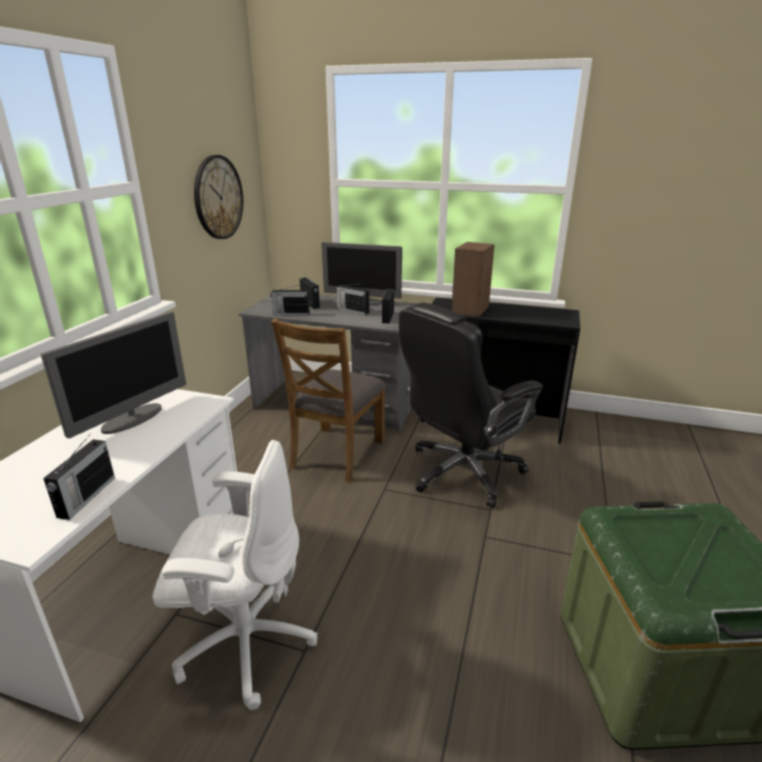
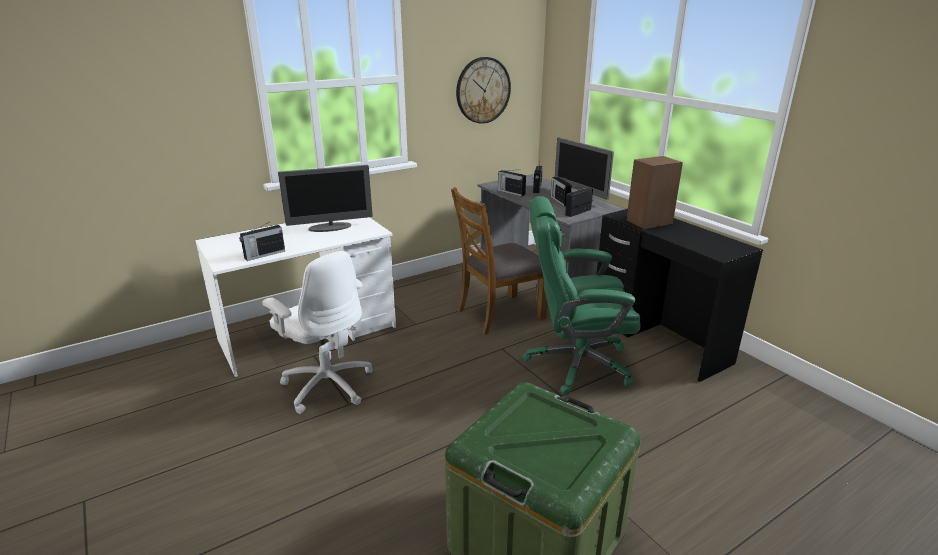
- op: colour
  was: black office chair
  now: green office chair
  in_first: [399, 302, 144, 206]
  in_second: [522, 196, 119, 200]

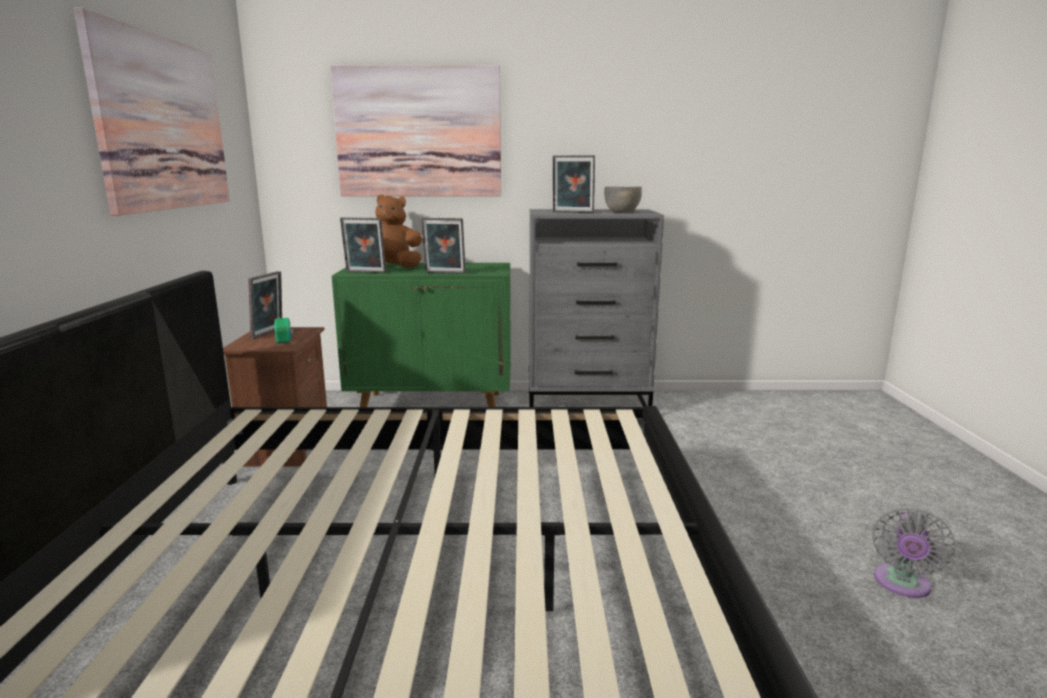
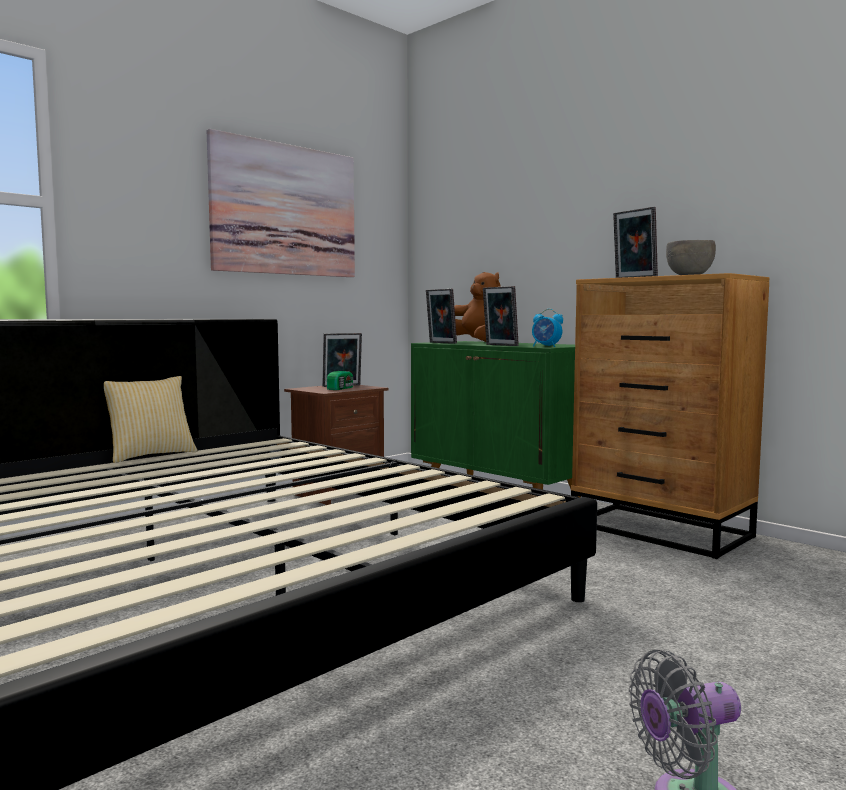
- op: appeared
  now: pillow
  in_second: [104, 376, 93, 87]
- op: appeared
  now: alarm clock
  in_second: [532, 309, 31, 38]
- op: colour
  was: grey dresser
  now: brown dresser
  in_first: [529, 209, 135, 198]
  in_second: [571, 273, 198, 286]
- op: missing
  was: picture
  in_first: [330, 65, 171, 131]

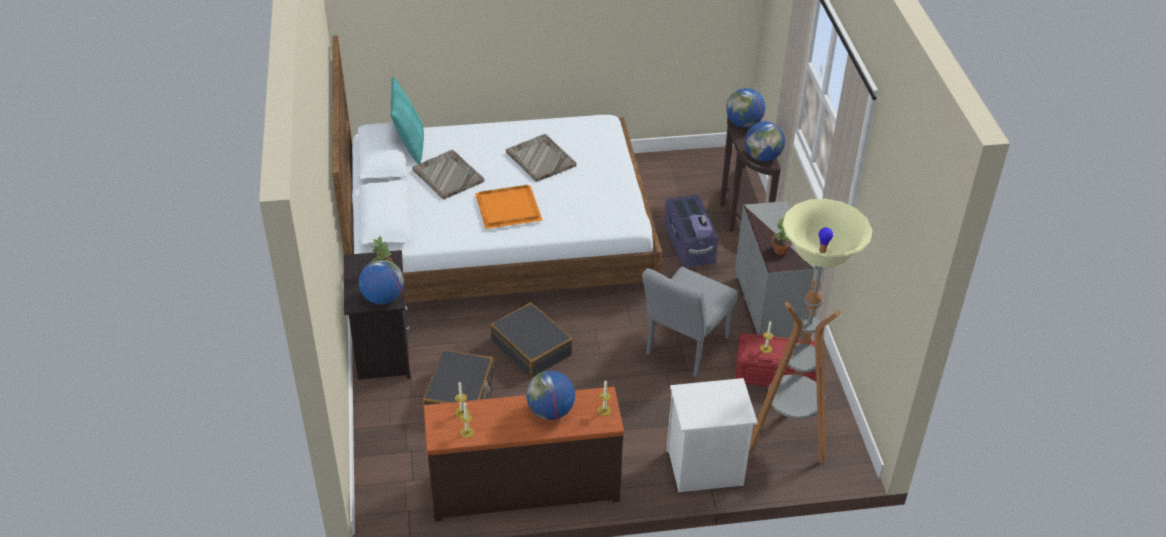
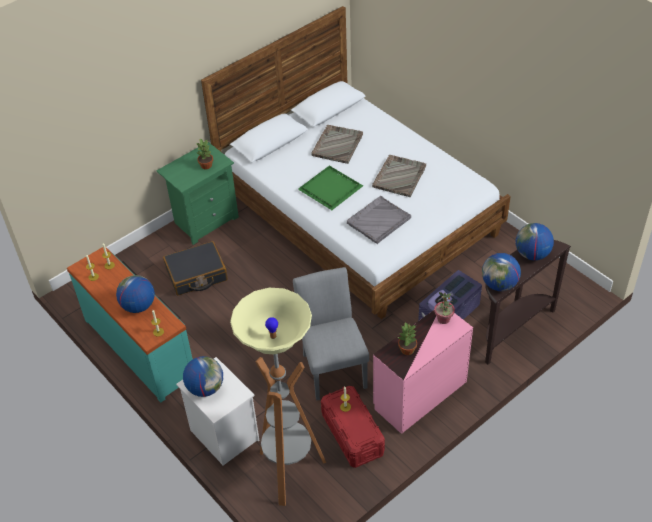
- op: colour
  was: brown dresser
  now: turquoise dresser
  in_first: [424, 387, 200, 135]
  in_second: [67, 247, 126, 155]
- op: colour
  was: black nightstand
  now: green nightstand
  in_first: [344, 250, 66, 130]
  in_second: [156, 142, 83, 103]
- op: relocated
  was: globe
  in_first: [359, 260, 45, 45]
  in_second: [183, 356, 40, 41]
- op: spun
  was: grey chair
  in_first: [642, 267, 96, 110]
  in_second: [293, 267, 76, 134]
  clockwise: 75
- op: colour
  was: orange tray
  now: green tray
  in_first: [475, 185, 68, 44]
  in_second: [298, 166, 65, 44]
- op: appeared
  now: grey tray
  in_second: [347, 196, 64, 48]
- op: colour
  was: grey dresser
  now: pink dresser
  in_first: [735, 201, 80, 138]
  in_second: [373, 310, 100, 124]
- op: appeared
  now: potted plant
  in_second: [434, 292, 21, 32]
- op: missing
  was: turquoise pillow
  in_first: [390, 77, 34, 87]
- op: missing
  was: black suitcase
  in_first: [490, 303, 83, 74]

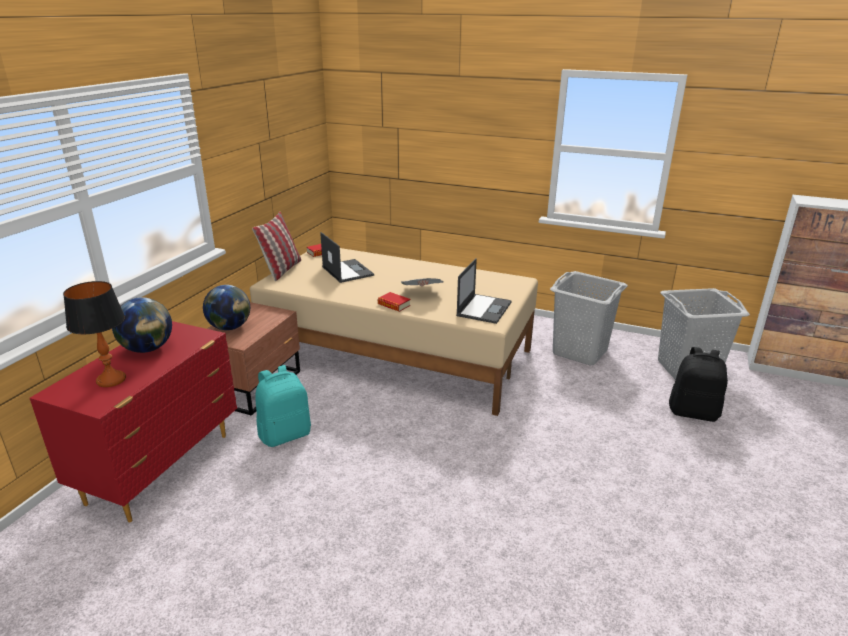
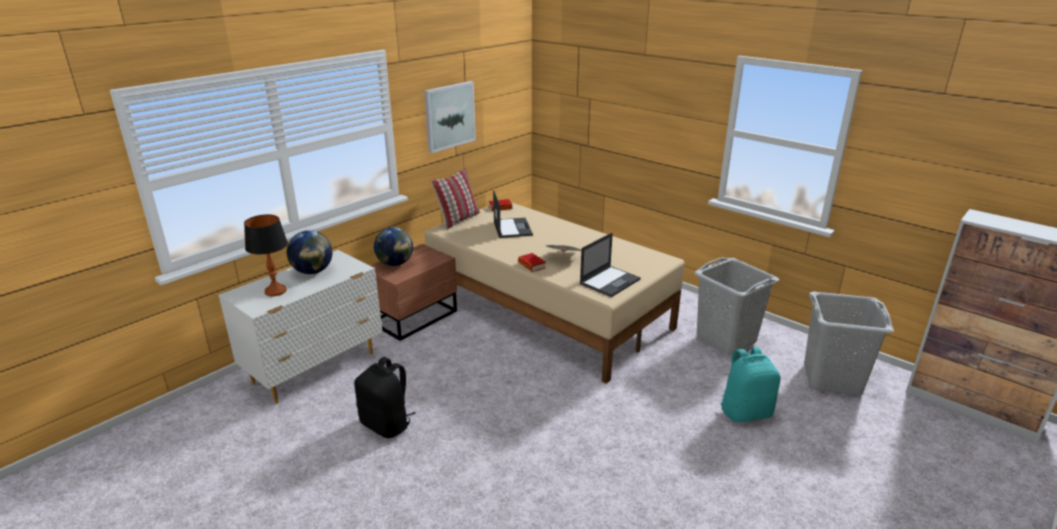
- op: colour
  was: red dresser
  now: white dresser
  in_first: [30, 321, 207, 201]
  in_second: [219, 250, 164, 154]
- op: relocated
  was: black backpack
  in_first: [669, 347, 59, 75]
  in_second: [354, 357, 61, 81]
- op: appeared
  now: picture
  in_second: [424, 81, 52, 72]
- op: relocated
  was: turquoise backpack
  in_first: [255, 365, 56, 82]
  in_second: [721, 347, 60, 75]

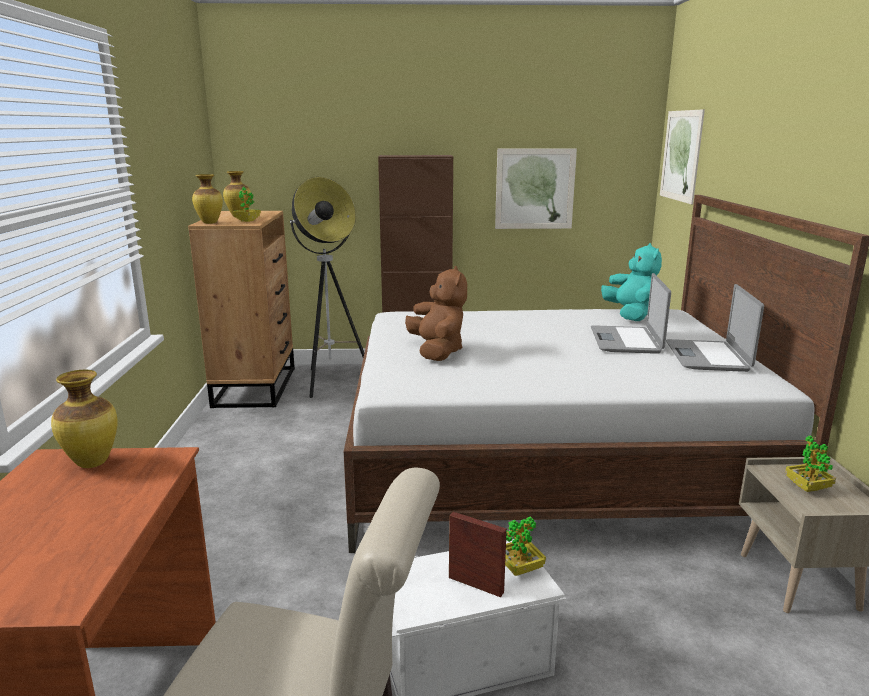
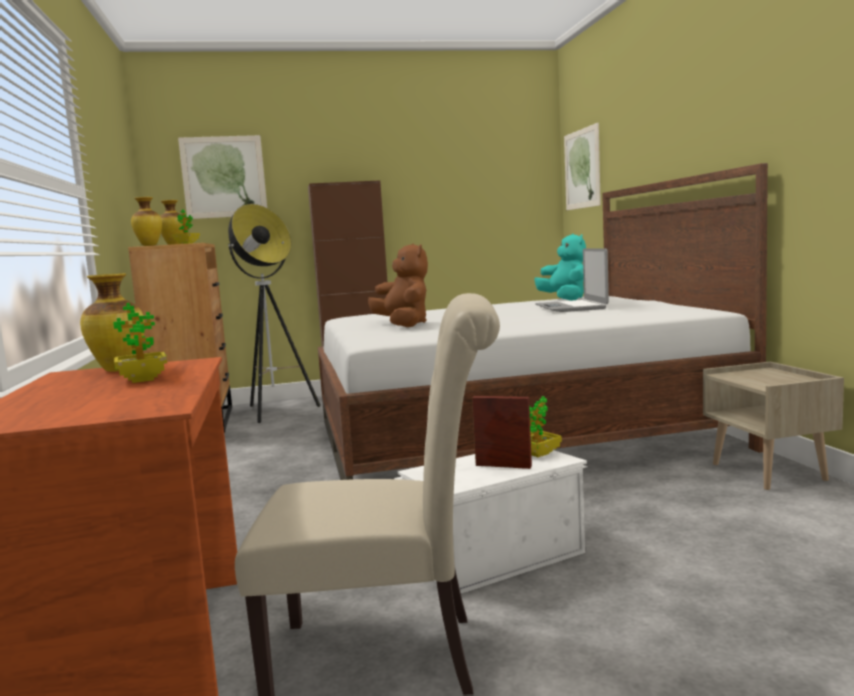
- op: relocated
  was: potted plant
  in_first: [785, 436, 51, 56]
  in_second: [113, 303, 54, 80]
- op: relocated
  was: picture
  in_first: [495, 149, 82, 80]
  in_second: [178, 135, 89, 84]
- op: missing
  was: laptop
  in_first: [666, 284, 98, 88]

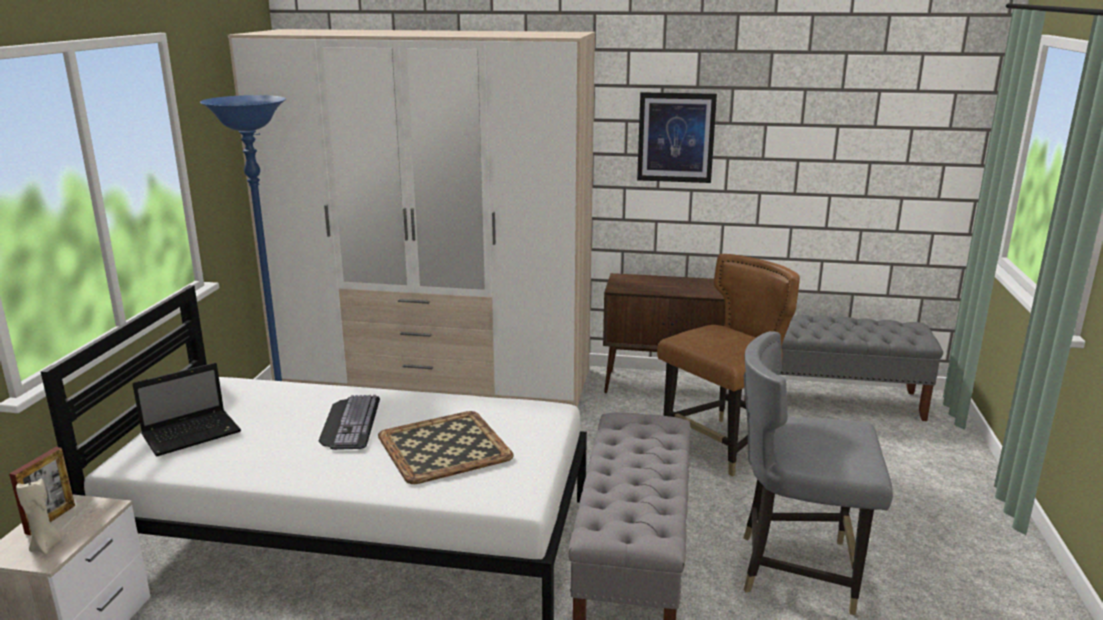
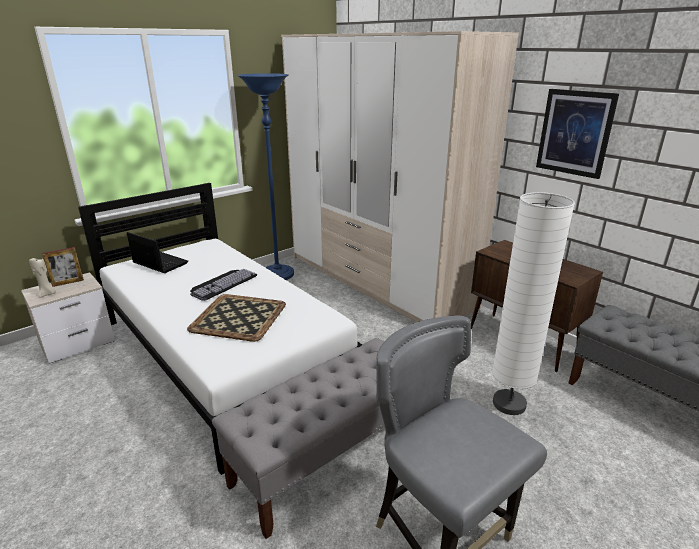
- op: spun
  was: laptop
  in_first: [132, 363, 109, 94]
  in_second: [126, 232, 62, 41]
  clockwise: -150
- op: exchanged
  was: brown chair
  now: white floor lamp
  in_first: [657, 254, 143, 223]
  in_second: [492, 192, 83, 223]

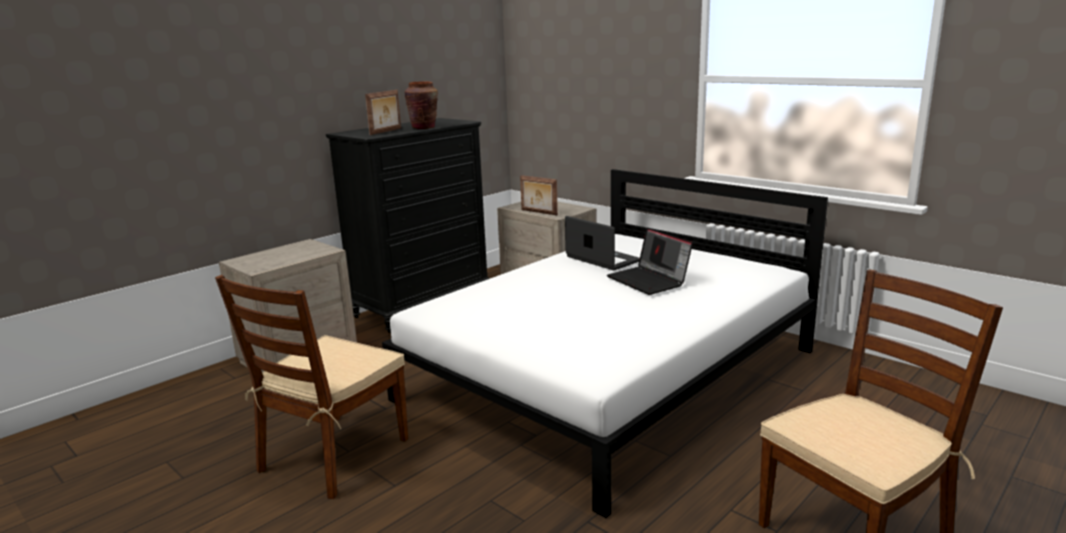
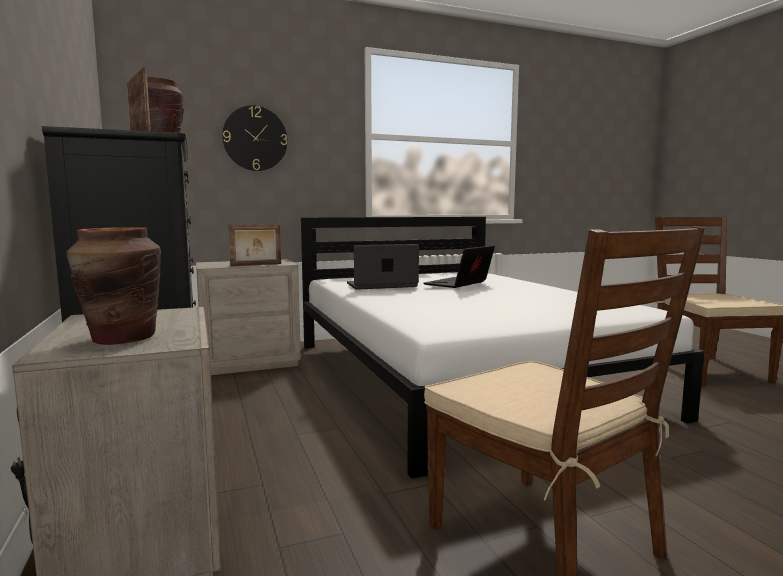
- op: appeared
  now: brown vase
  in_second: [66, 227, 95, 118]
- op: appeared
  now: wall clock
  in_second: [222, 105, 65, 66]
- op: spun
  was: laptop
  in_first: [607, 228, 86, 67]
  in_second: [424, 245, 71, 43]
  clockwise: 135

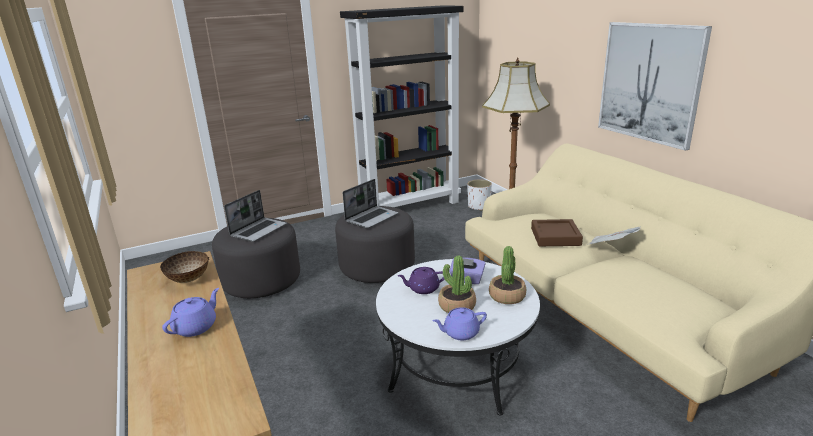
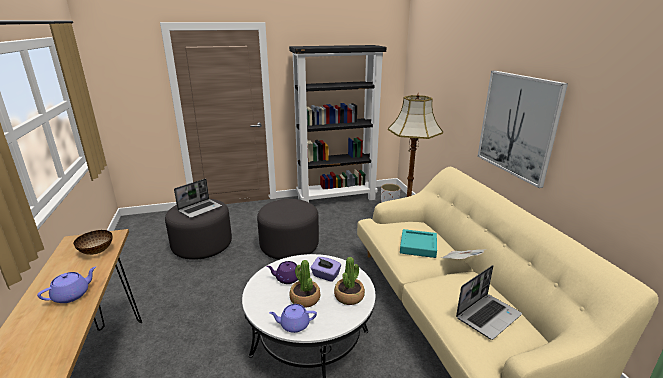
- op: colour
  was: brown tray
  now: turquoise tray
  in_first: [531, 219, 52, 27]
  in_second: [400, 229, 37, 29]
- op: relocated
  was: laptop
  in_first: [343, 179, 56, 49]
  in_second: [456, 265, 66, 75]

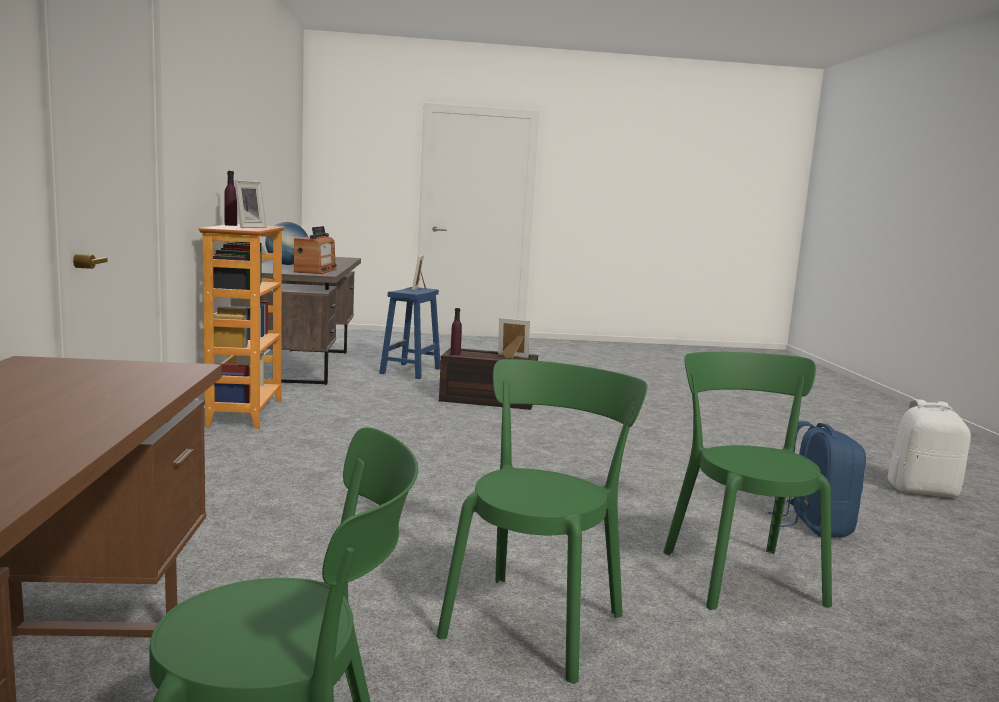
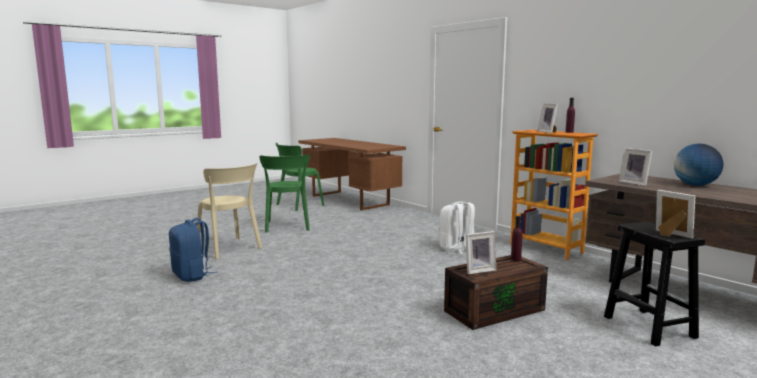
- op: colour
  was: green chair
  now: beige chair
  in_first: [664, 352, 168, 258]
  in_second: [197, 163, 65, 96]
- op: relocated
  was: white backpack
  in_first: [888, 399, 83, 99]
  in_second: [439, 201, 36, 53]
- op: colour
  was: blue stool
  now: black stool
  in_first: [379, 287, 62, 92]
  in_second: [604, 222, 101, 125]
- op: exchanged
  was: radio
  now: picture frame
  in_first: [294, 226, 43, 48]
  in_second: [618, 148, 34, 38]

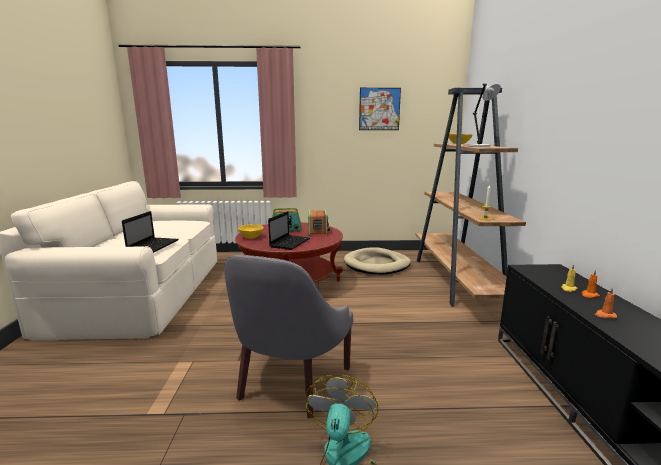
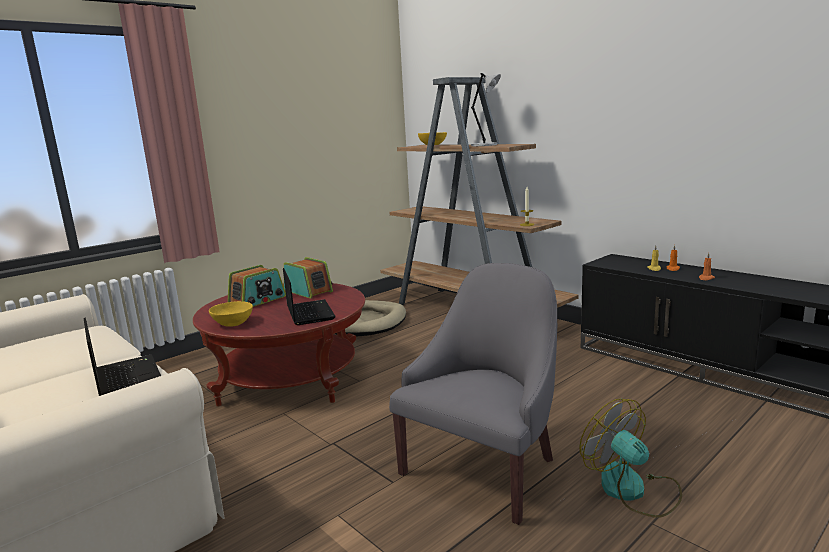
- op: spun
  was: grey armchair
  in_first: [224, 255, 129, 163]
  in_second: [389, 263, 168, 262]
  clockwise: -120
- op: missing
  was: picture
  in_first: [359, 88, 42, 42]

